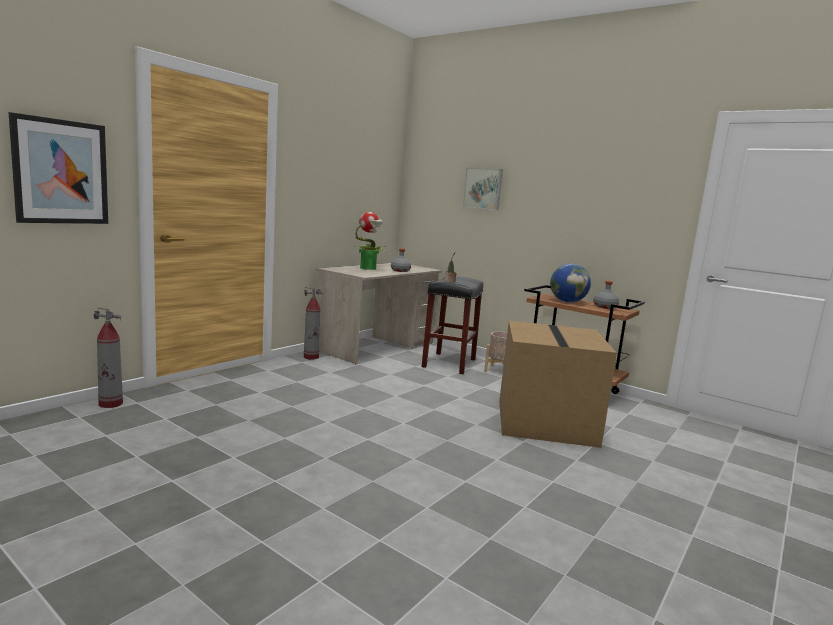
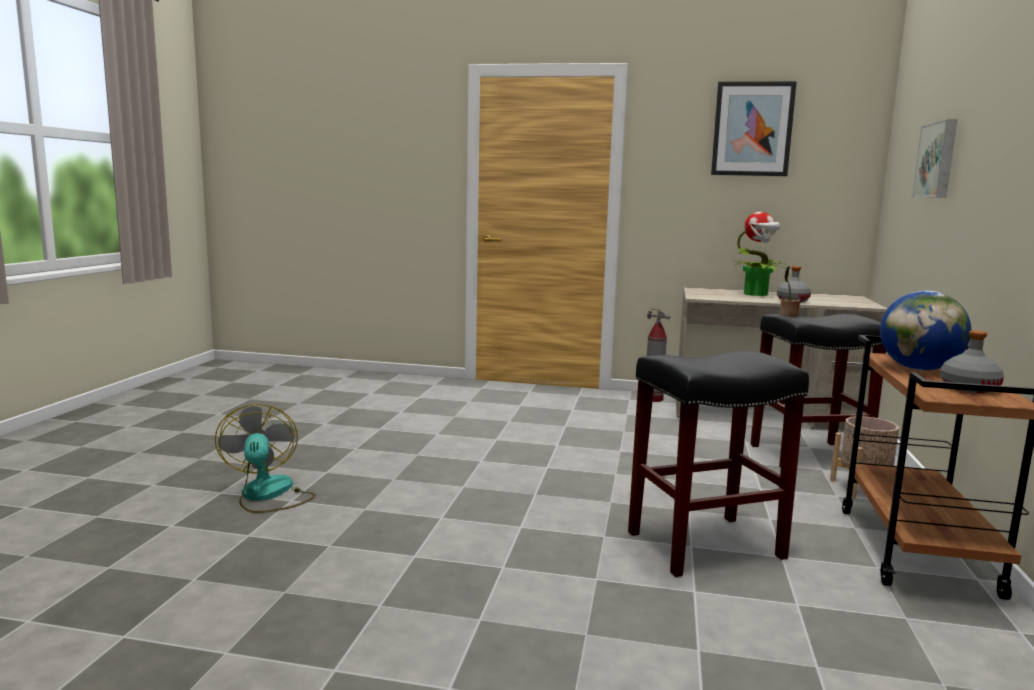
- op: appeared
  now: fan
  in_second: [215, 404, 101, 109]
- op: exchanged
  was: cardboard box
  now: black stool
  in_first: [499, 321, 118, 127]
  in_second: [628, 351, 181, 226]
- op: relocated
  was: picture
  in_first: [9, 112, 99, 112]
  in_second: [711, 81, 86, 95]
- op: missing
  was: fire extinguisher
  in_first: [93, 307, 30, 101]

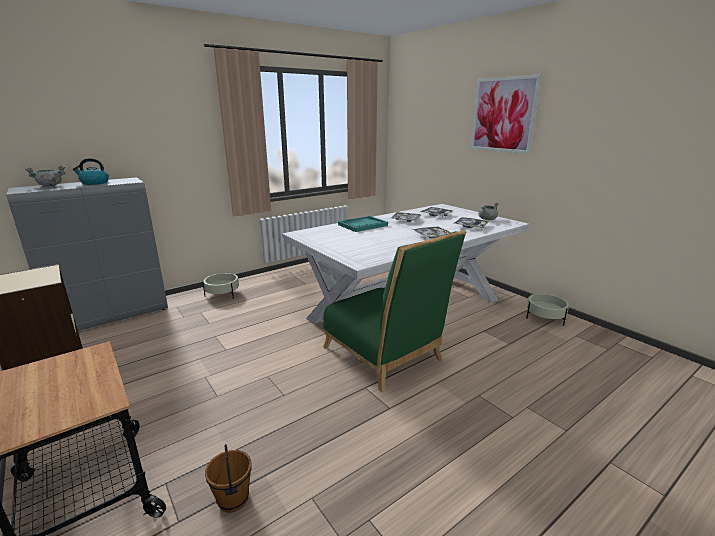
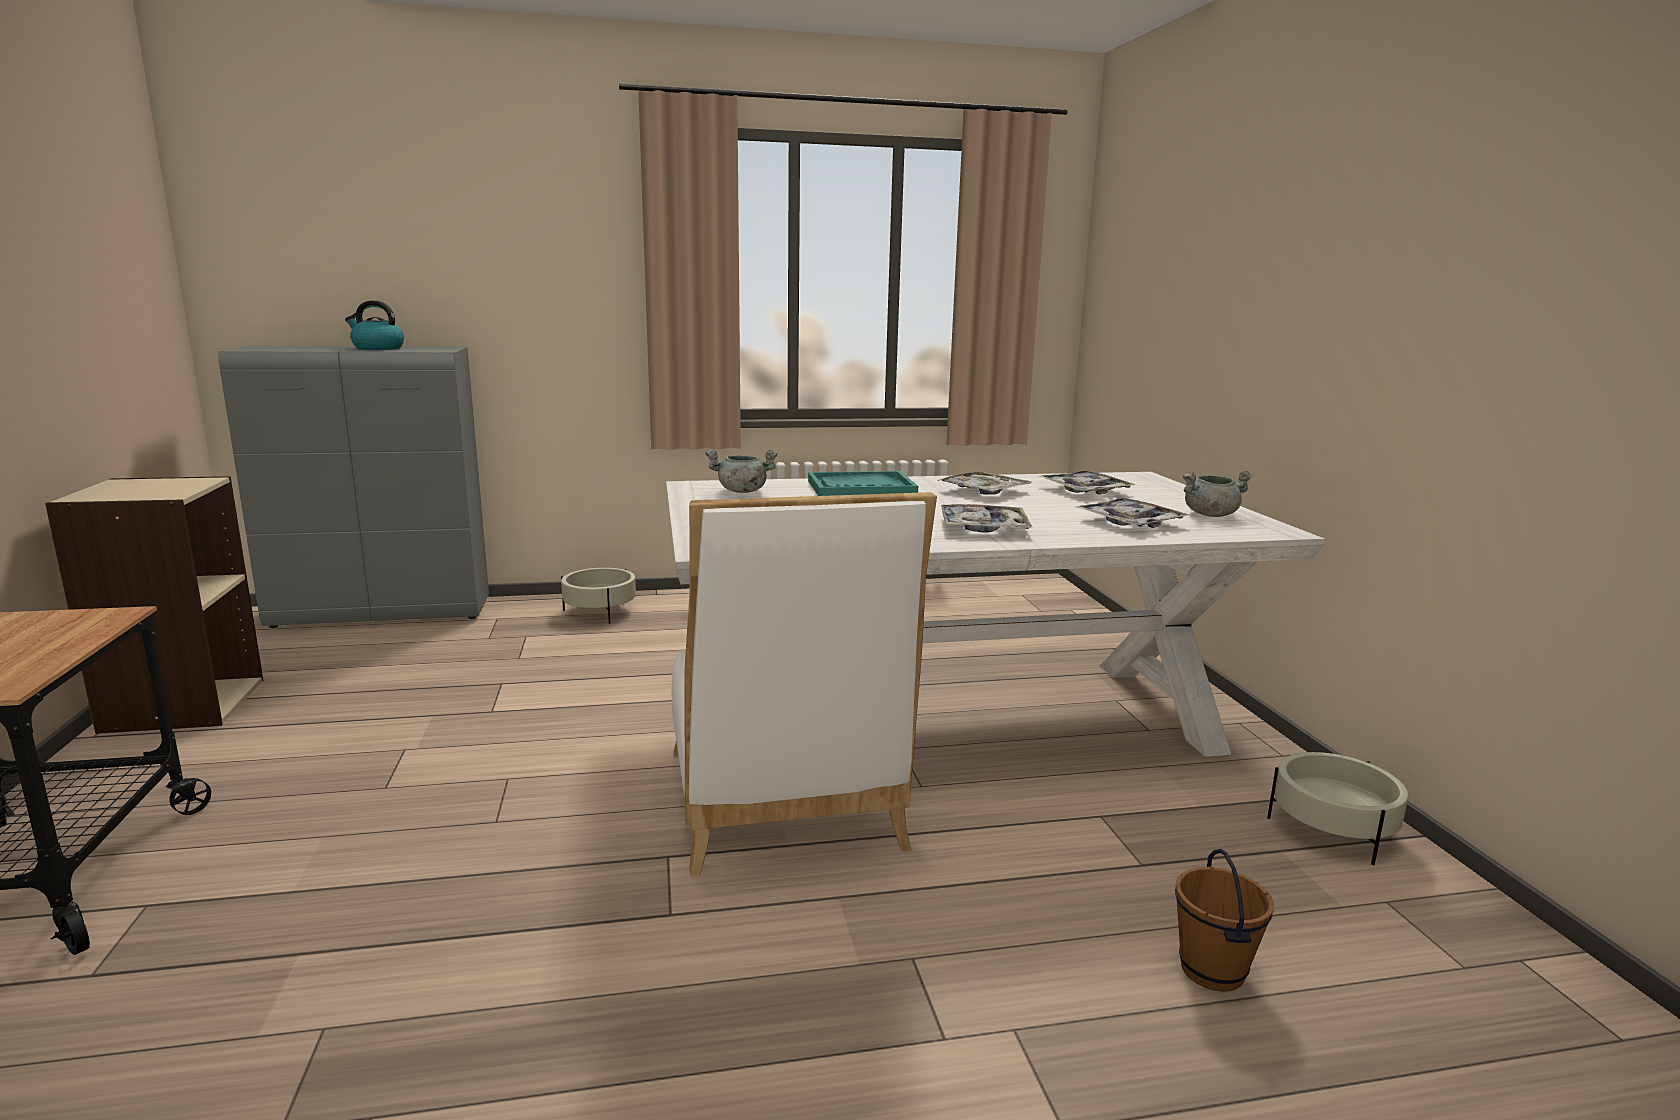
- op: colour
  was: green chair
  now: white chair
  in_first: [323, 230, 144, 162]
  in_second: [672, 492, 265, 385]
- op: relocated
  was: grey cooking pot
  in_first: [25, 166, 40, 20]
  in_second: [705, 449, 73, 44]
- op: relocated
  was: brown bucket
  in_first: [205, 444, 47, 68]
  in_second: [1175, 849, 99, 143]
- op: missing
  was: picture
  in_first: [470, 74, 72, 80]

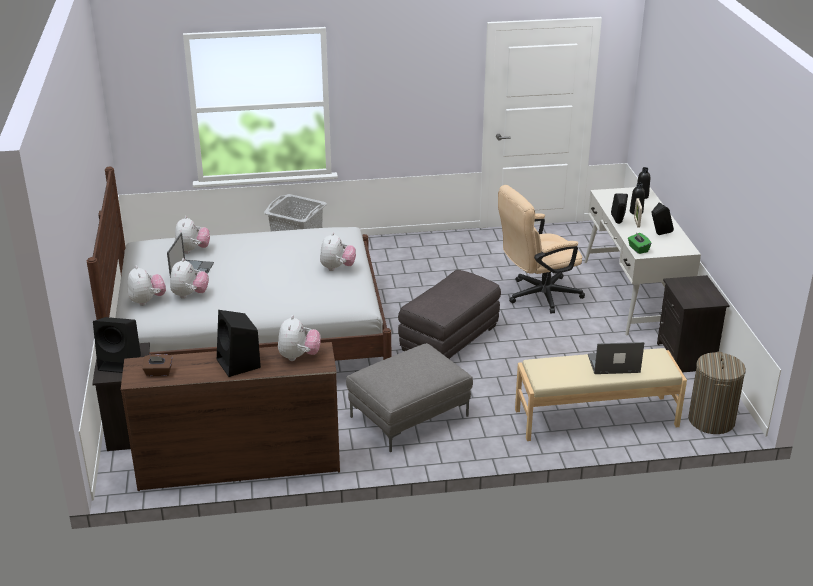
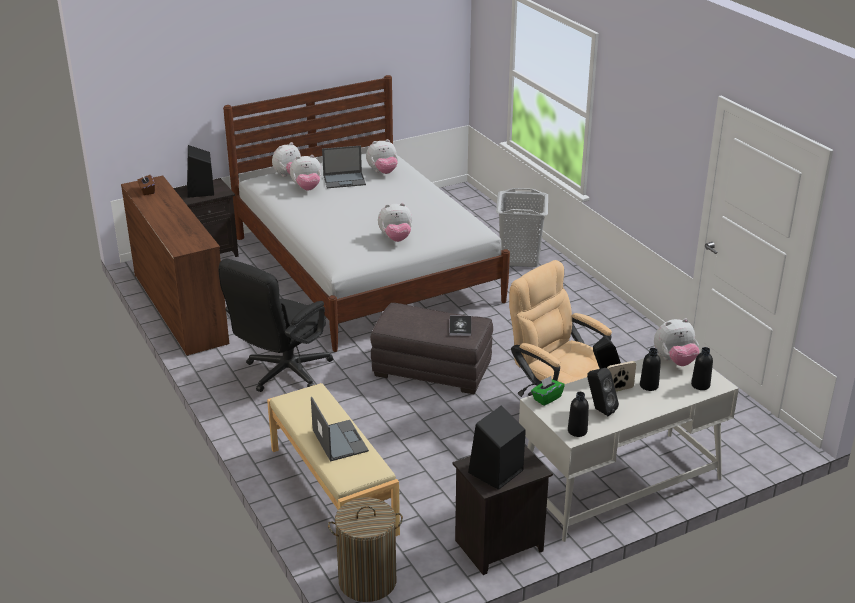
- op: exchanged
  was: grey ottoman
  now: black office chair
  in_first: [346, 343, 127, 110]
  in_second: [218, 259, 115, 133]
- op: appeared
  now: book
  in_second: [450, 315, 21, 21]
- op: relocated
  was: black speaker
  in_first: [217, 310, 44, 67]
  in_second: [468, 406, 58, 84]
- op: appeared
  now: black bottle
  in_second: [568, 392, 21, 45]
- op: relocated
  was: plush toy
  in_first: [278, 315, 43, 46]
  in_second: [654, 318, 46, 48]

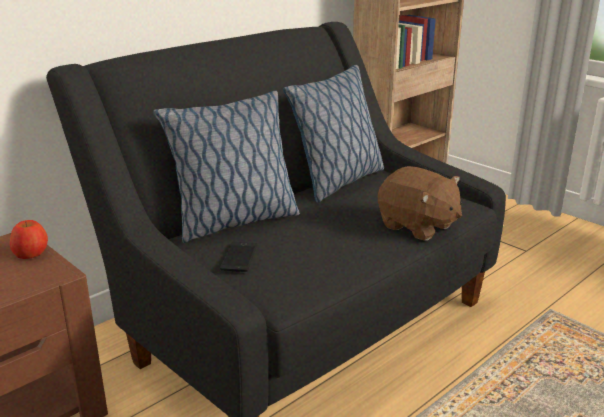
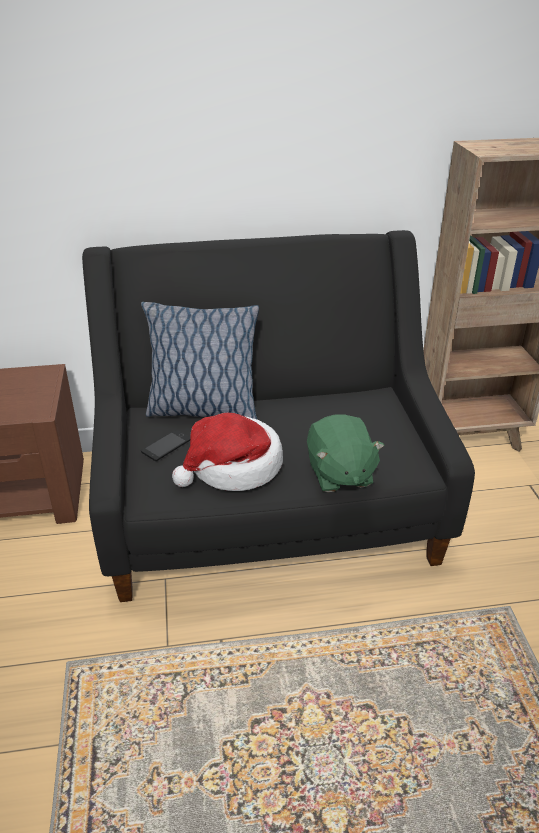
- op: appeared
  now: hat
  in_second: [172, 413, 111, 78]
- op: colour
  was: brown plush toy
  now: green plush toy
  in_first: [378, 166, 84, 74]
  in_second: [307, 414, 77, 78]
- op: missing
  was: apple
  in_first: [10, 220, 38, 39]
- op: missing
  was: pillow
  in_first: [283, 65, 101, 138]

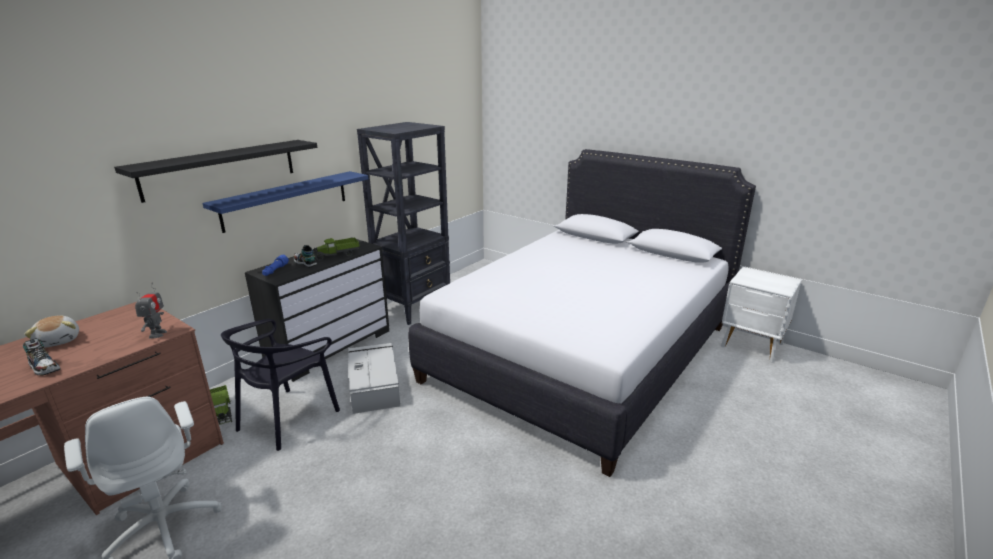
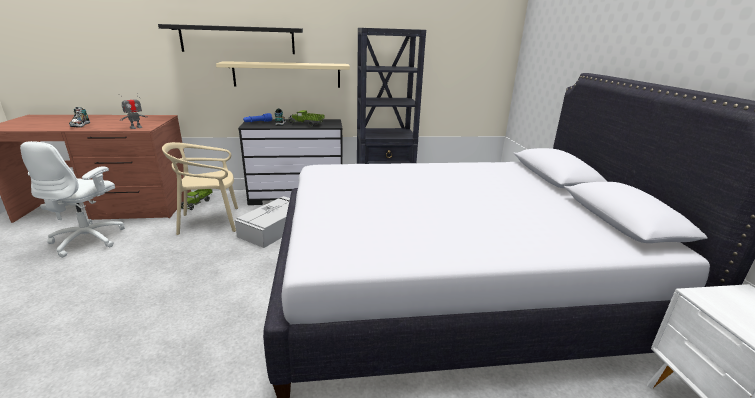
- op: colour
  was: black chair
  now: beige chair
  in_first: [221, 319, 119, 132]
  in_second: [162, 142, 76, 93]
- op: colour
  was: blue shelf
  now: beige shelf
  in_first: [202, 171, 166, 62]
  in_second: [216, 61, 134, 27]
- op: missing
  was: plush toy
  in_first: [24, 315, 55, 33]

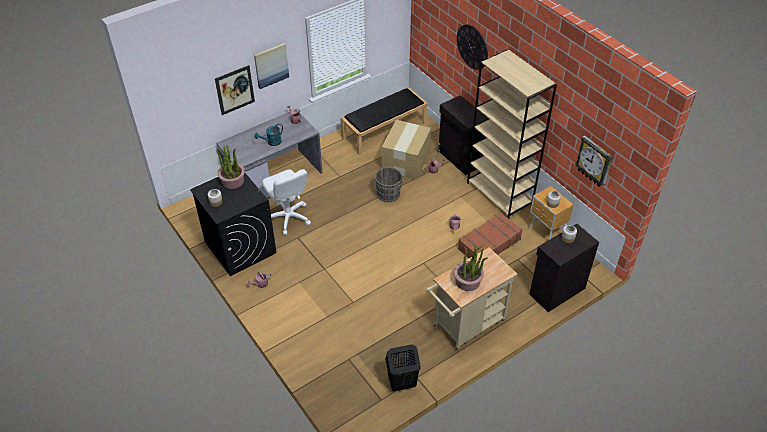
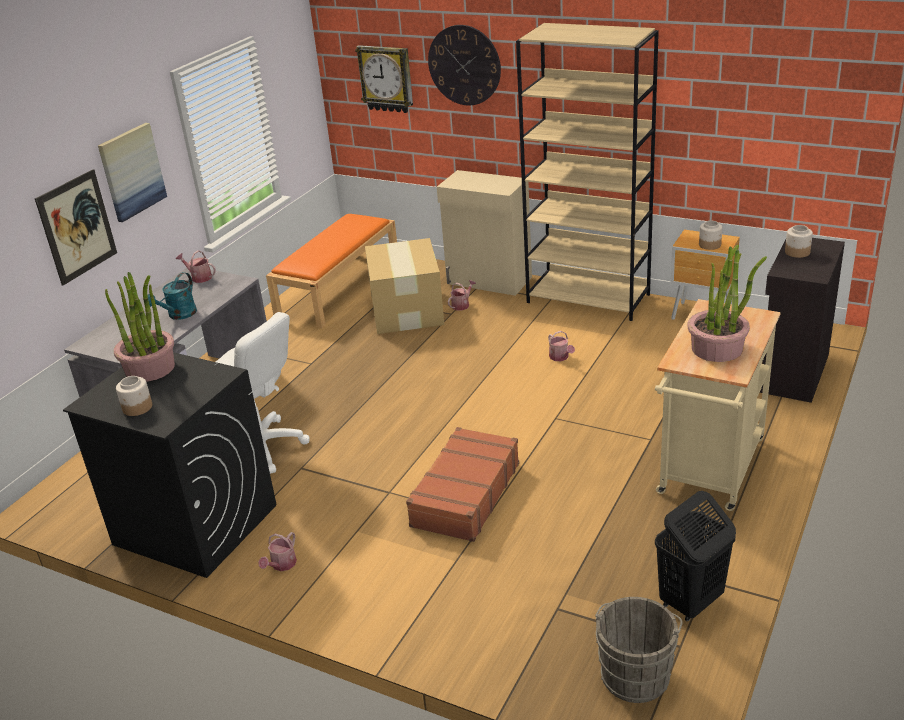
- op: colour
  was: black bench
  now: orange bench
  in_first: [341, 88, 87, 67]
  in_second: [266, 214, 131, 114]
- op: relocated
  was: wall clock
  in_first: [575, 136, 38, 51]
  in_second: [355, 45, 58, 68]
- op: relocated
  was: brown suitcase
  in_first: [458, 212, 65, 46]
  in_second: [406, 427, 113, 115]
- op: colour
  was: black cabinet
  now: beige cabinet
  in_first: [437, 95, 51, 80]
  in_second: [437, 170, 95, 126]
- op: relocated
  was: grey bucket
  in_first: [375, 167, 31, 35]
  in_second: [595, 597, 87, 106]

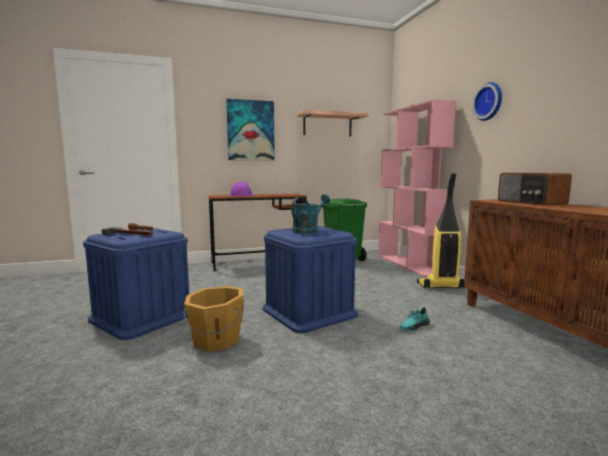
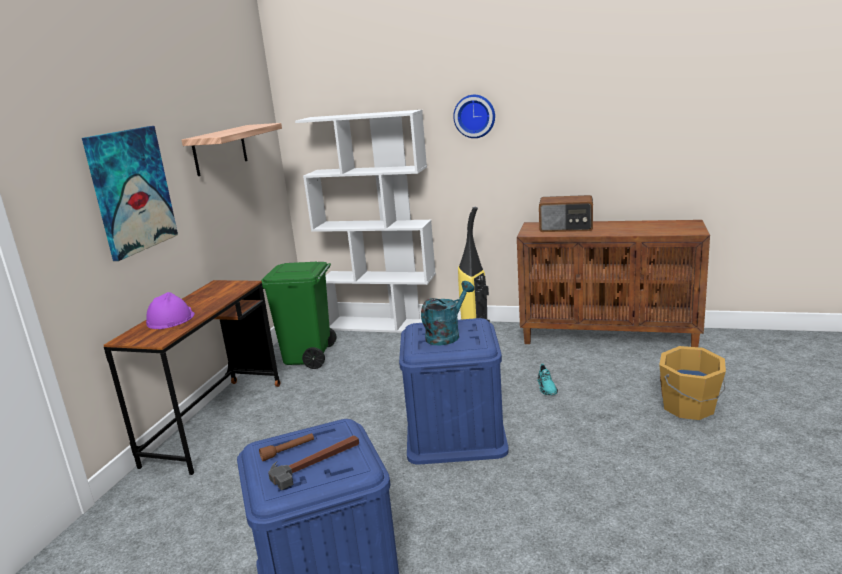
- op: colour
  was: pink bookcase
  now: white bookcase
  in_first: [378, 99, 78, 178]
  in_second: [295, 110, 141, 223]
- op: spun
  was: turquoise watering can
  in_first: [291, 194, 39, 40]
  in_second: [421, 281, 53, 64]
  clockwise: 60
- op: relocated
  was: orange bucket
  in_first: [184, 286, 60, 66]
  in_second: [659, 346, 67, 74]

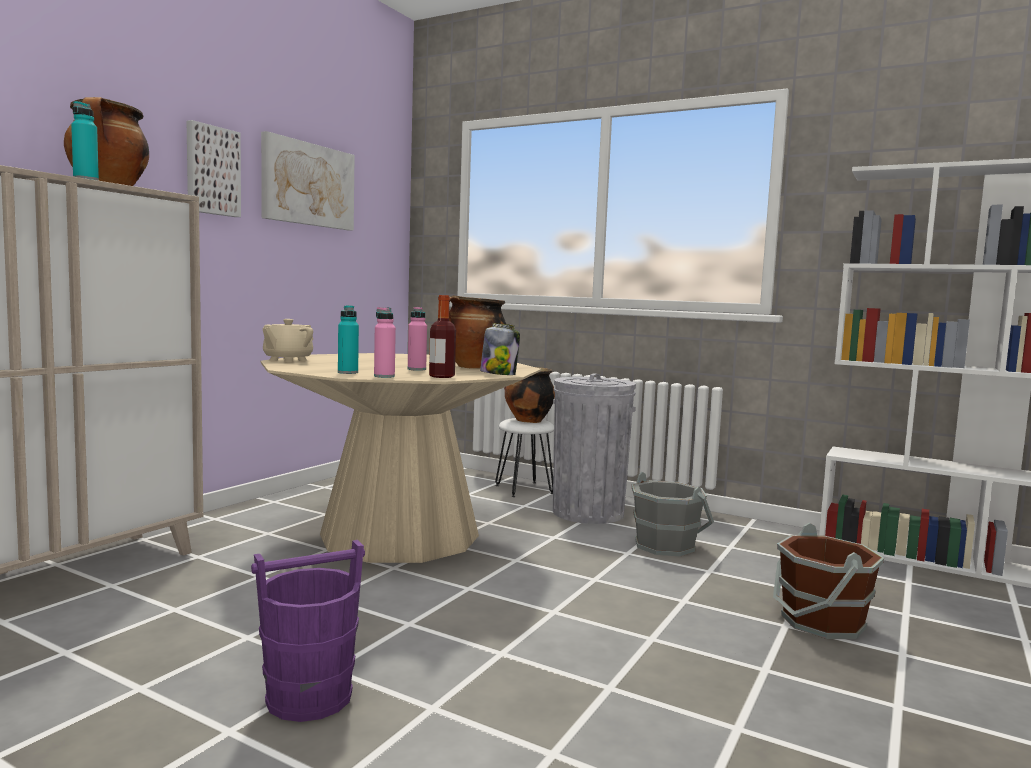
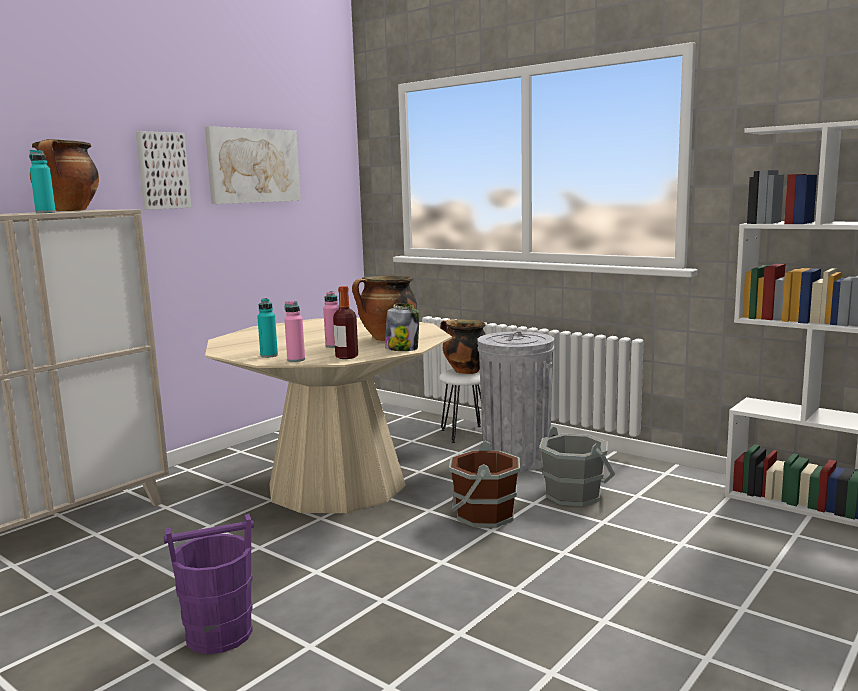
- op: relocated
  was: brown bucket
  in_first: [773, 523, 111, 116]
  in_second: [449, 441, 71, 87]
- op: missing
  was: beige teapot
  in_first: [263, 319, 50, 43]

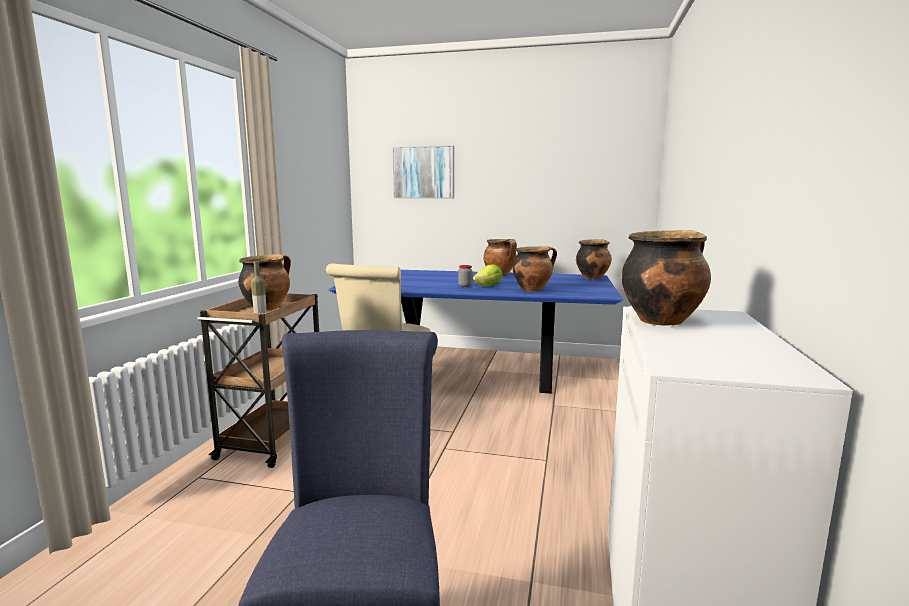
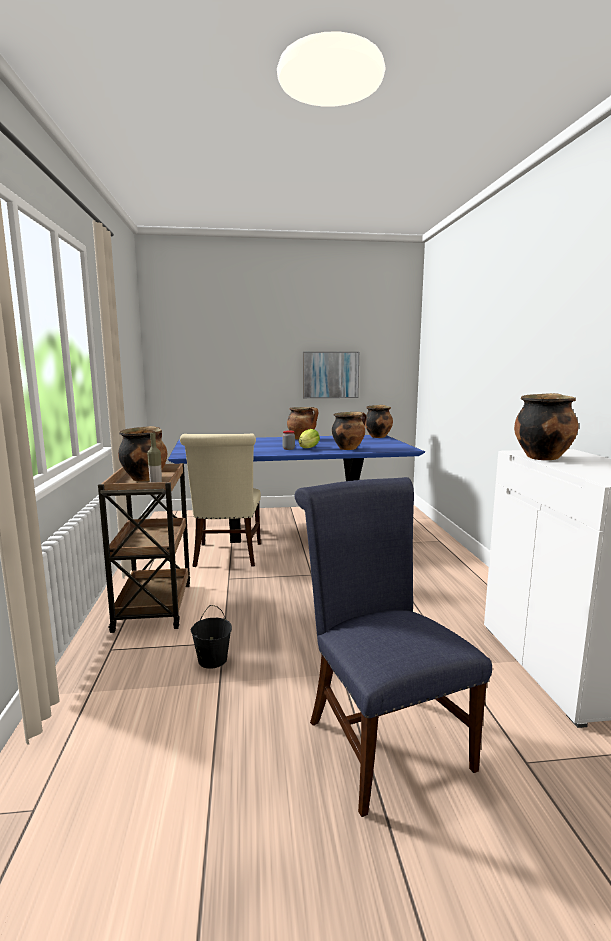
- op: appeared
  now: black bucket
  in_second: [191, 605, 41, 64]
- op: relocated
  was: picture
  in_first: [392, 146, 62, 53]
  in_second: [303, 352, 56, 46]

